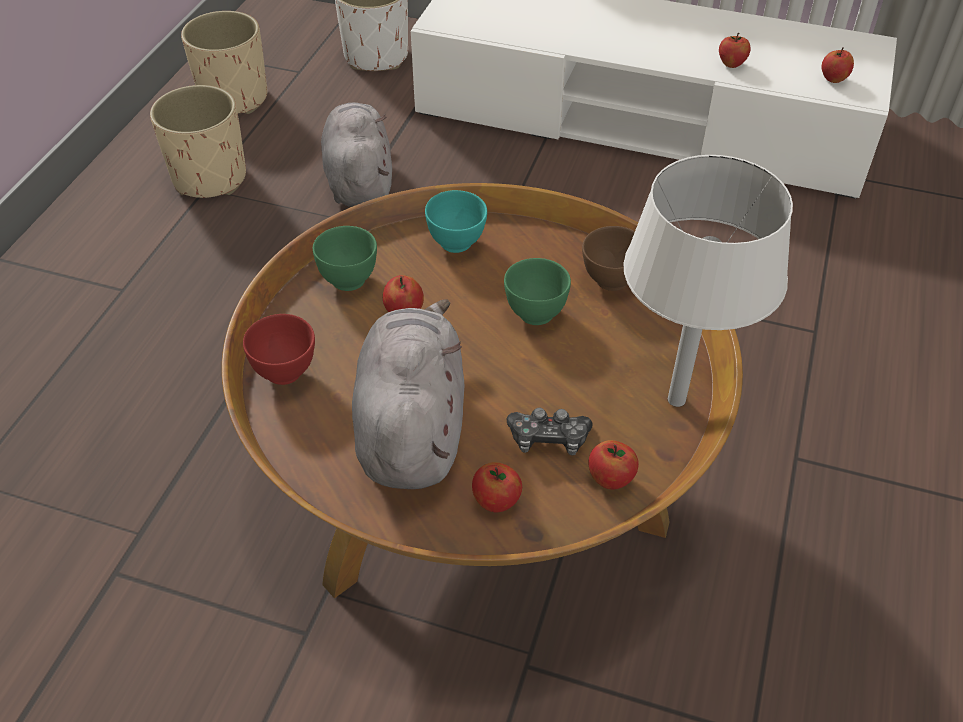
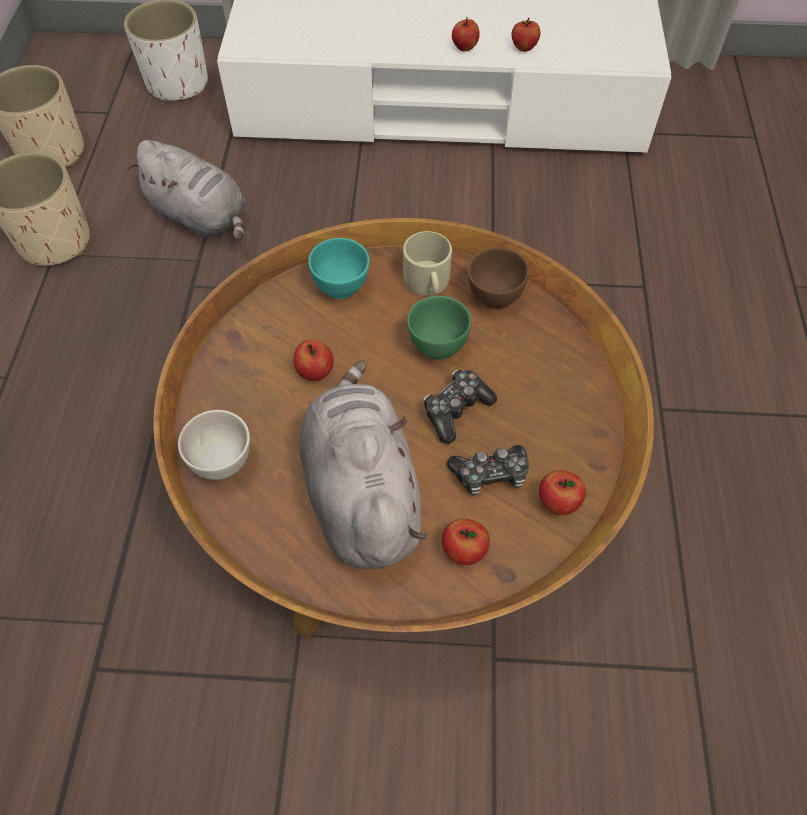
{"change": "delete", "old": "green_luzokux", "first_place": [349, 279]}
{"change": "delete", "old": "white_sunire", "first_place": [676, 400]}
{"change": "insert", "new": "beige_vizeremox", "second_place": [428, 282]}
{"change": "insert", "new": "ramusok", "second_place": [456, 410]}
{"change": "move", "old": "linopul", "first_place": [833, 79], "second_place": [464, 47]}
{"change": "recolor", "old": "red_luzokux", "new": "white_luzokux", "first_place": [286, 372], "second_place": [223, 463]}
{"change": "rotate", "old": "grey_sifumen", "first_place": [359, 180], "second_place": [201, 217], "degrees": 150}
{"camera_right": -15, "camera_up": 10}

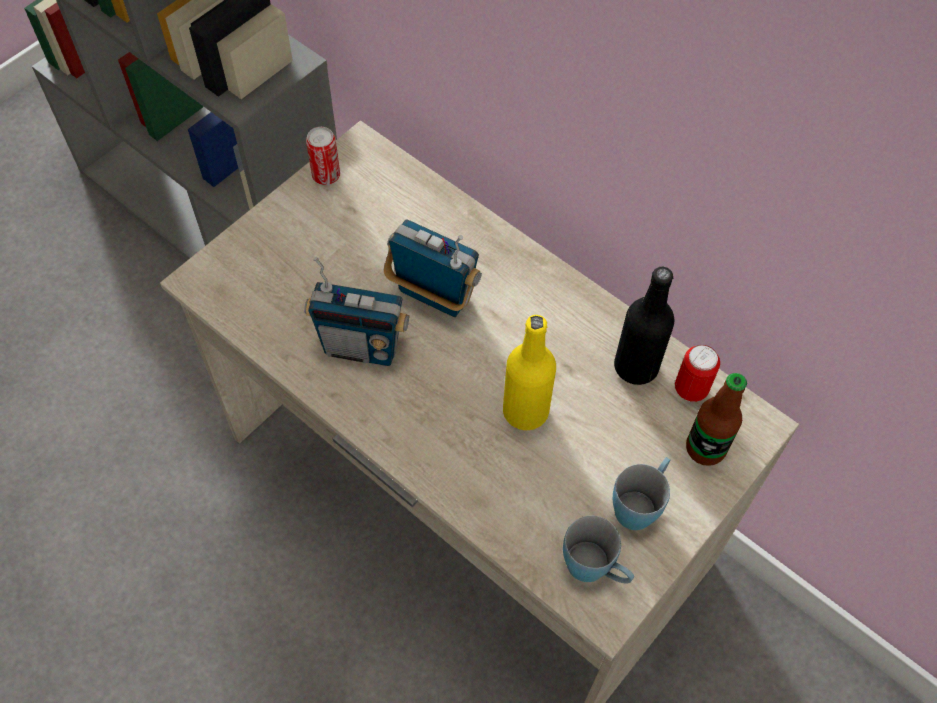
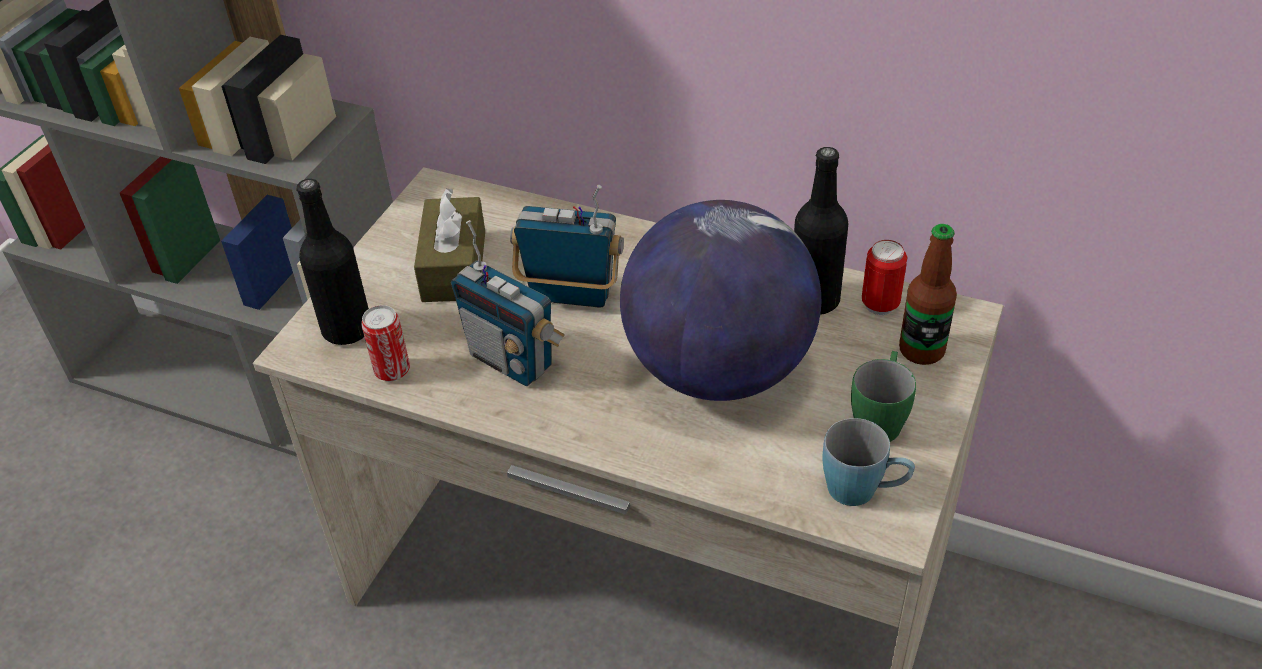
{"change": "insert", "new": "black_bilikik", "second_place": [347, 329]}
{"change": "insert", "new": "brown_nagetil", "second_place": [454, 266]}
{"change": "move", "old": "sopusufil", "first_place": [326, 176], "second_place": [392, 370]}
{"change": "replace", "old": "yellow_bilikik", "new": "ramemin", "first_place": [525, 411], "second_place": [718, 369]}
{"change": "recolor", "old": "blue_vizeremox", "new": "green_vizeremox", "first_place": [640, 503], "second_place": [880, 417]}
{"change": "rotate", "old": "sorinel", "first_place": [362, 347], "second_place": [512, 360], "degrees": 45}
{"camera_right": -15, "camera_up": -15}

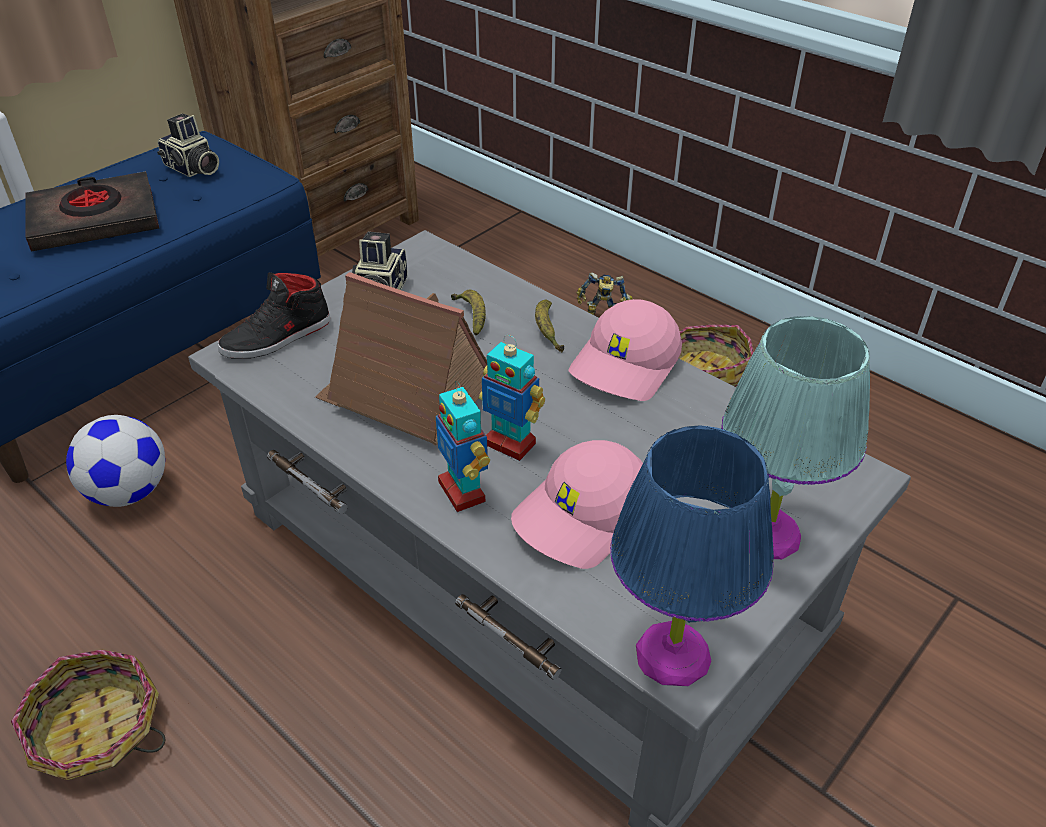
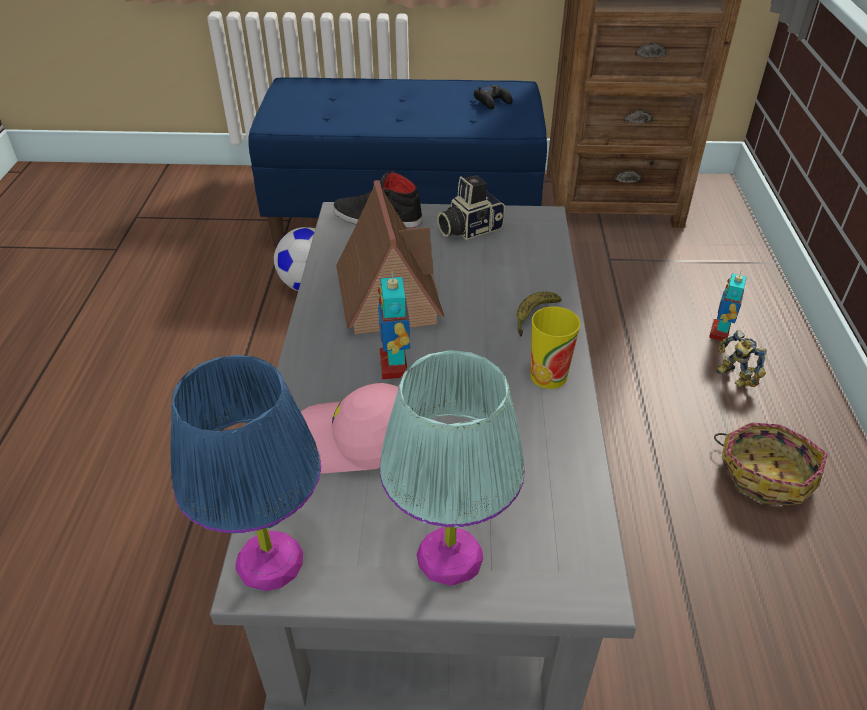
{"change": "delete", "old": "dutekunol", "first_place": [98, 731]}
{"change": "delete", "old": "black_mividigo", "first_place": [95, 220]}
{"change": "delete", "old": "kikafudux", "first_place": [471, 316]}
{"change": "move", "old": "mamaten", "first_place": [463, 491], "second_place": [720, 332]}
{"change": "replace", "old": "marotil", "new": "black_ramusok", "first_place": [192, 169], "second_place": [492, 101]}
{"change": "replace", "old": "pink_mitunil", "new": "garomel", "first_place": [626, 366], "second_place": [548, 376]}
{"camera_right": 50, "camera_up": 0}

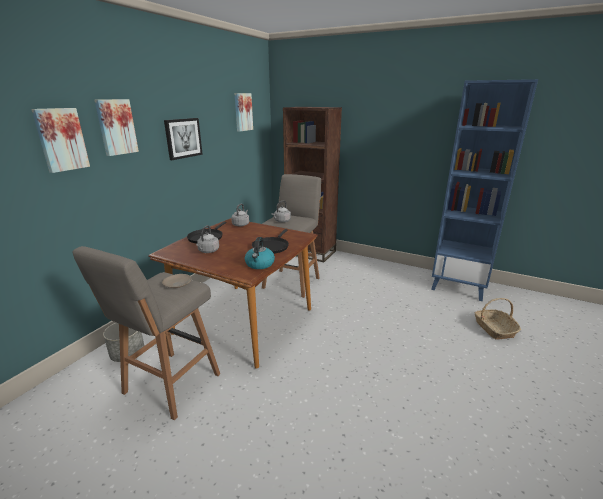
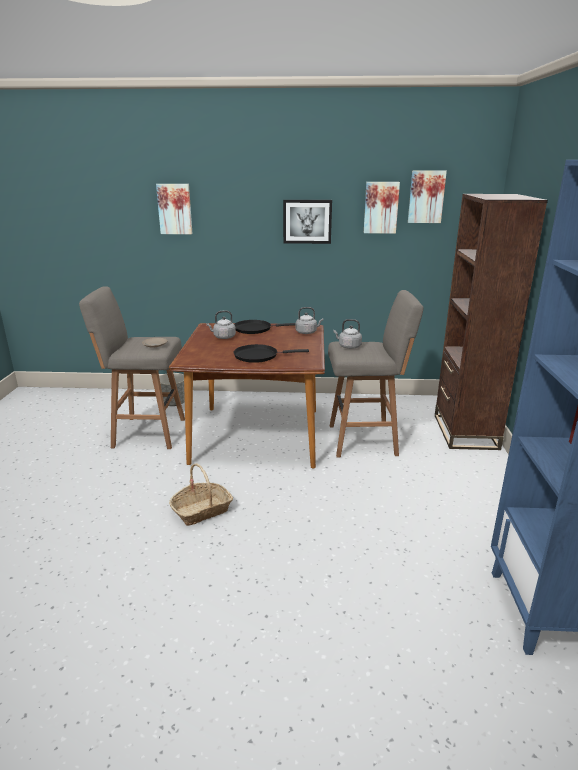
{"change": "delete", "old": "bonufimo", "first_place": [260, 264]}
{"change": "move", "old": "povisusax", "first_place": [116, 127], "second_place": [381, 207]}
{"change": "move", "old": "dutekunol", "first_place": [494, 328], "second_place": [202, 510]}
{"camera_right": 65, "camera_up": 0}

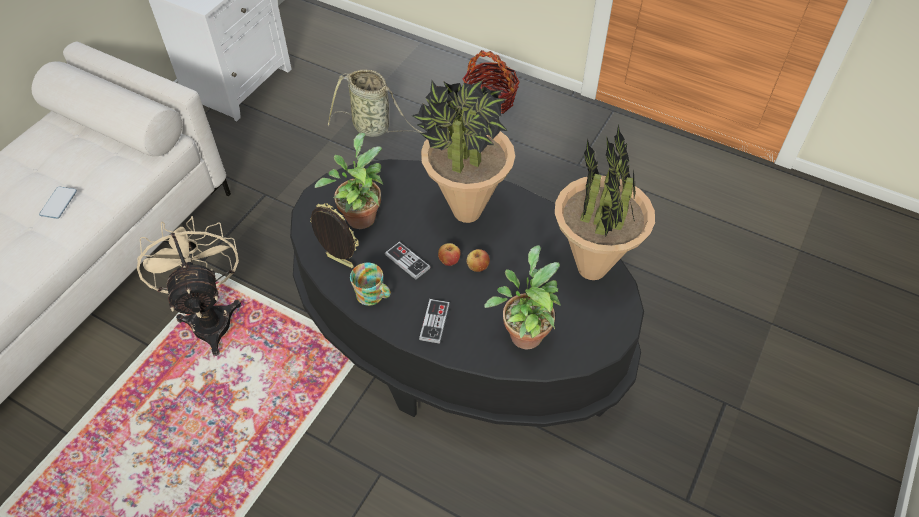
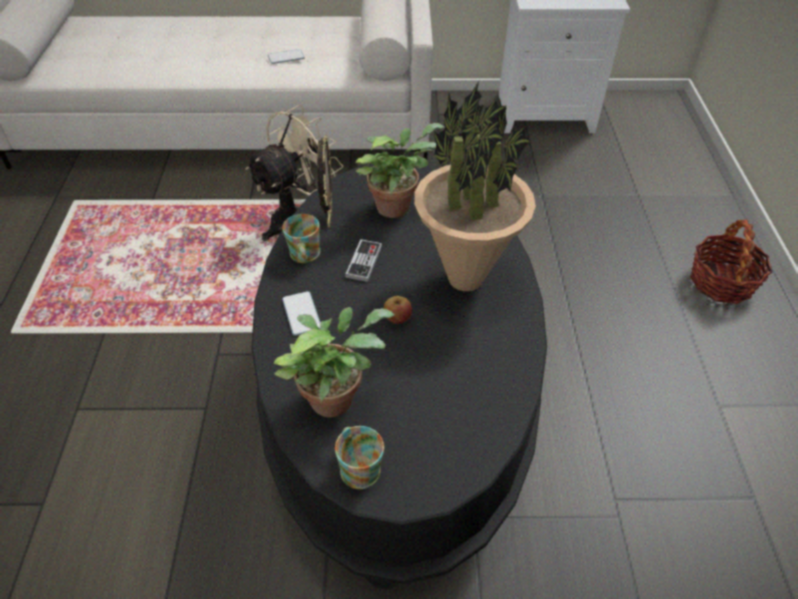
{"change": "delete", "old": "dutekunol", "first_place": [374, 128]}
{"change": "delete", "old": "linopul", "first_place": [449, 260]}
{"change": "delete", "old": "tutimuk", "first_place": [592, 269]}
{"change": "insert", "new": "vizeremox", "second_place": [358, 465]}
{"change": "replace", "old": "ramusok", "new": "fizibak", "first_place": [434, 322], "second_place": [301, 314]}
{"camera_right": 60, "camera_up": -5}

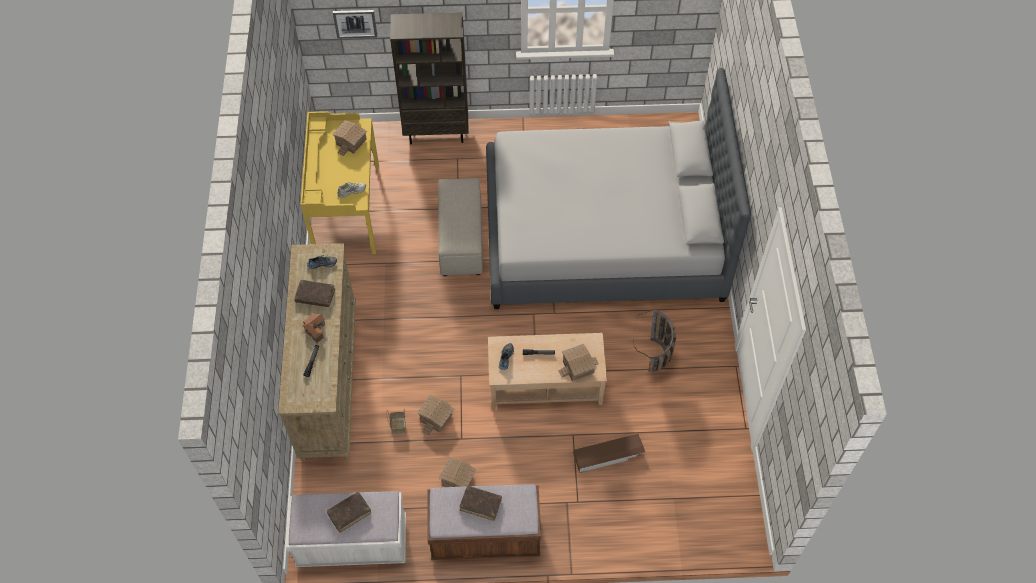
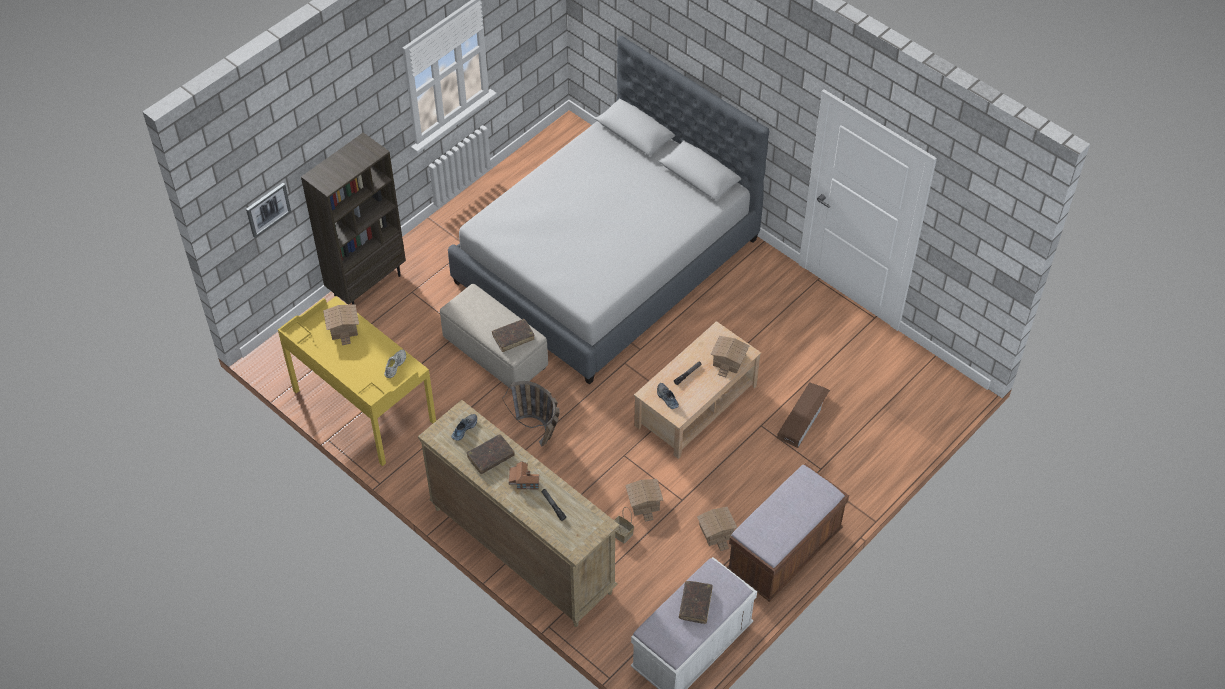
{"change": "move", "old": "brown_mividigo", "first_place": [480, 504], "second_place": [513, 337]}
{"change": "move", "old": "dutekunol", "first_place": [655, 363], "second_place": [540, 435]}
{"camera_right": -45, "camera_up": -5}

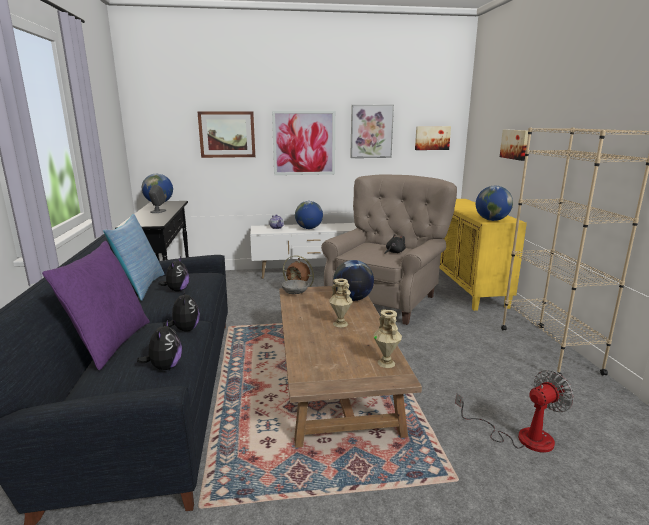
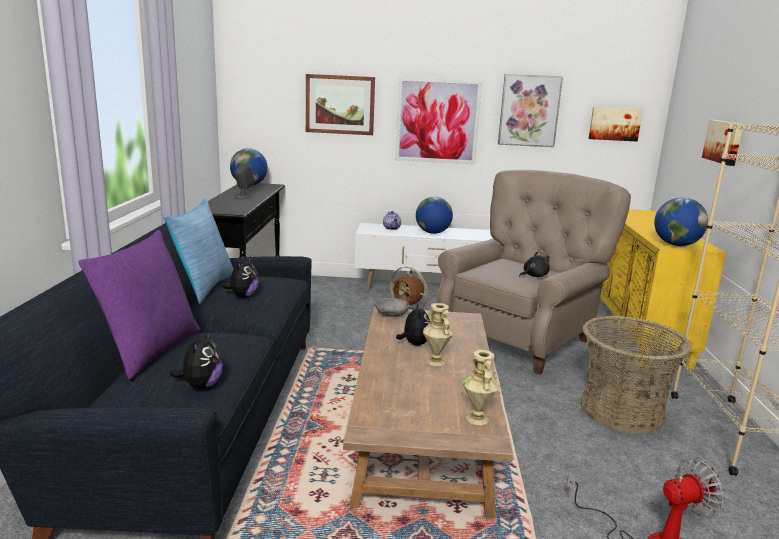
{"change": "delete", "old": "ramemin", "first_place": [353, 299]}
{"change": "insert", "new": "dutekunol", "second_place": [621, 411]}
{"change": "move", "old": "sifumen", "first_place": [185, 330], "second_place": [414, 344]}
{"camera_right": 10, "camera_up": 0}

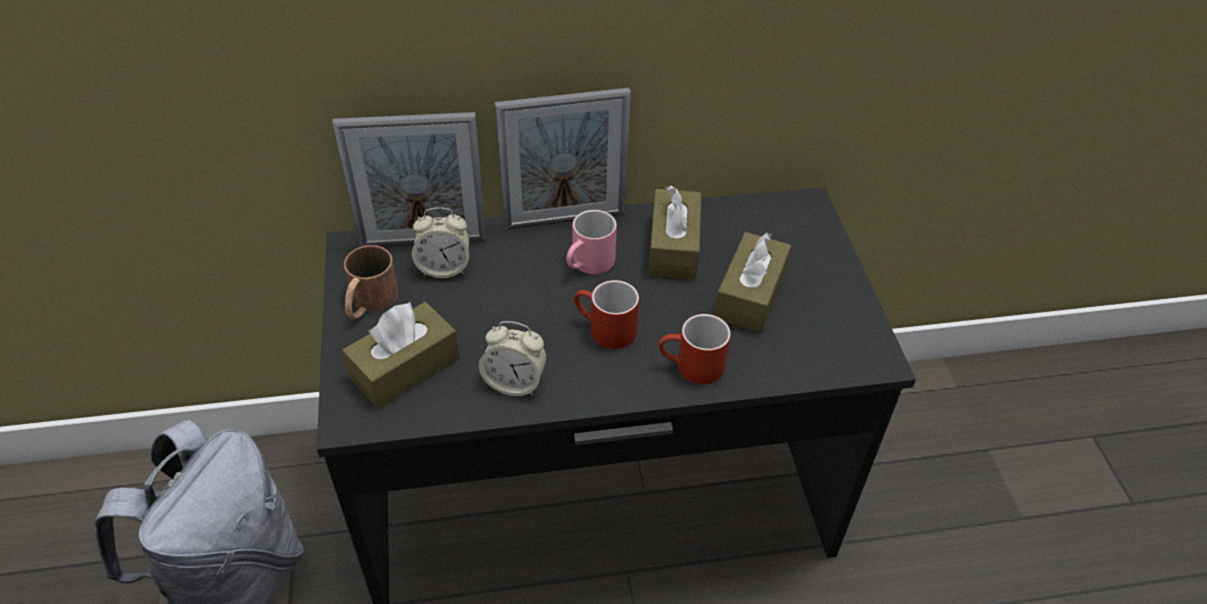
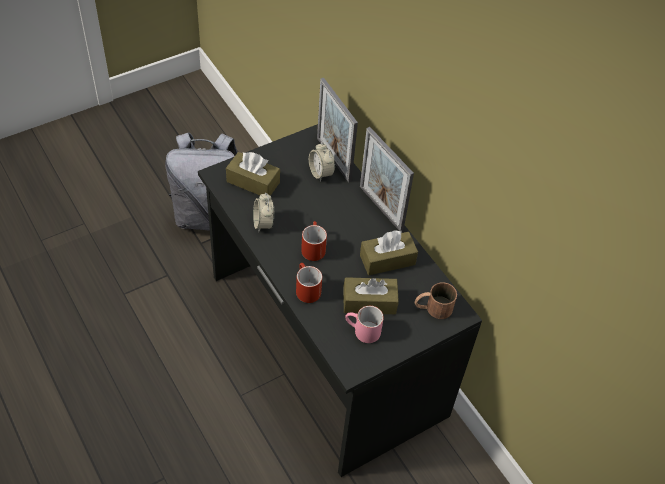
{"change": "move", "old": "brown_vizeremox", "first_place": [369, 302], "second_place": [433, 308]}
{"change": "move", "old": "pink_vizeremox", "first_place": [589, 265], "second_place": [362, 331]}
{"camera_right": 65, "camera_up": 5}

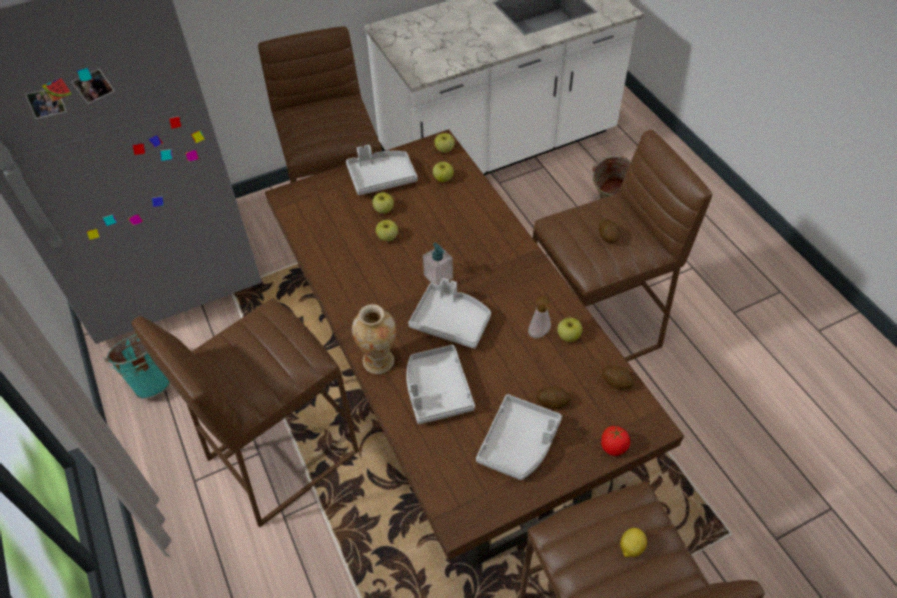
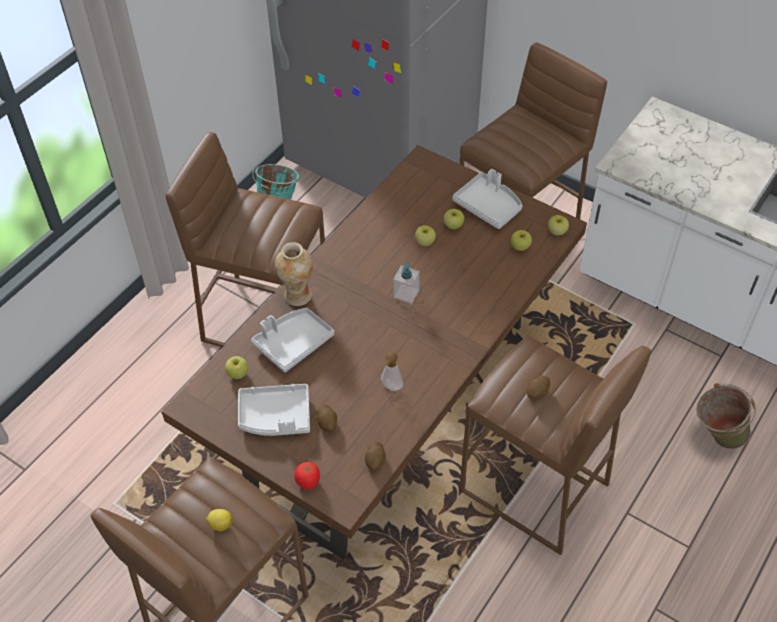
{"change": "delete", "old": "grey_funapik", "first_place": [451, 321]}
{"change": "move", "old": "linopul", "first_place": [568, 336], "second_place": [238, 373]}
{"camera_right": 60, "camera_up": 0}

